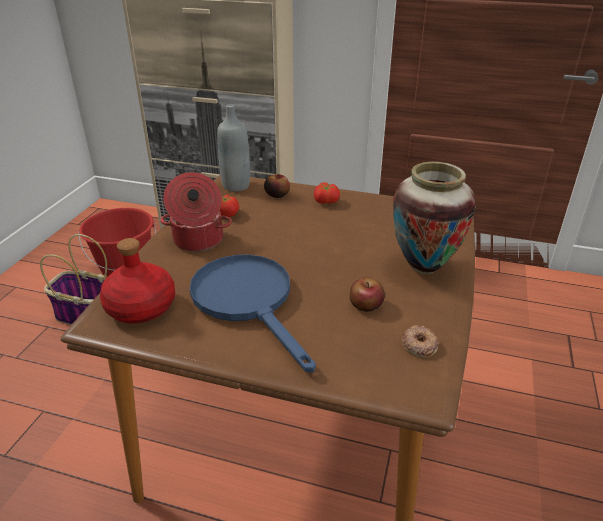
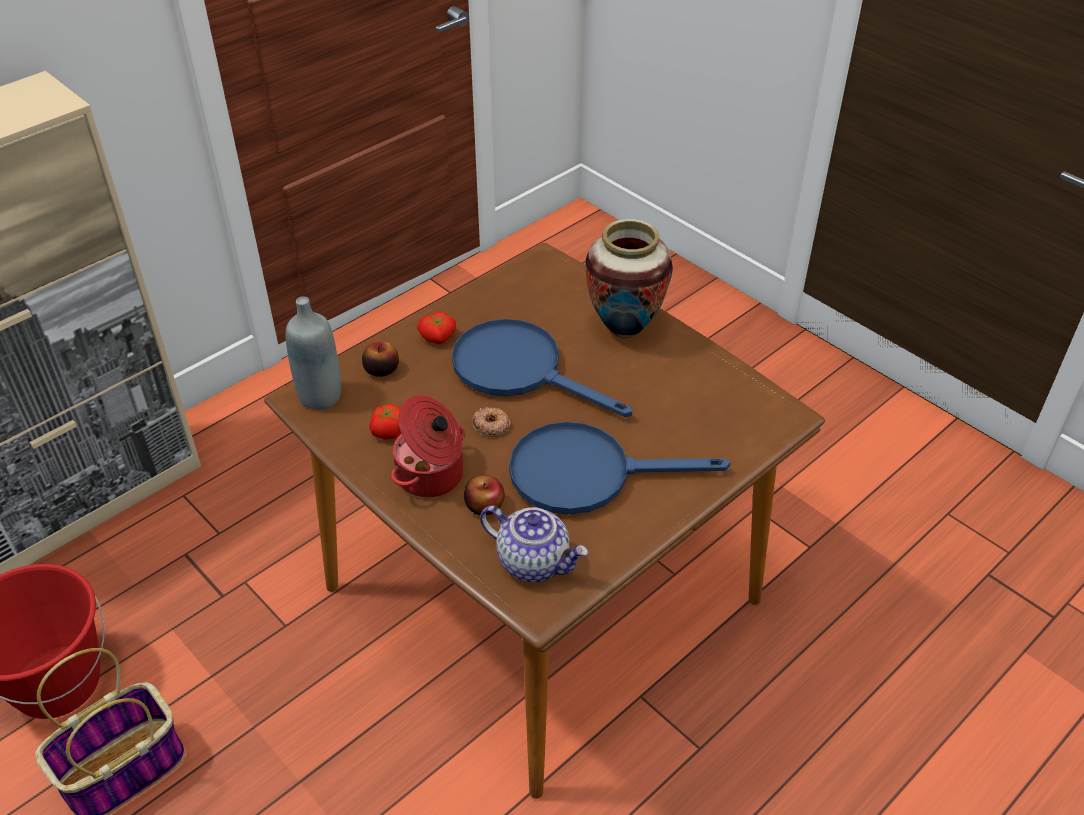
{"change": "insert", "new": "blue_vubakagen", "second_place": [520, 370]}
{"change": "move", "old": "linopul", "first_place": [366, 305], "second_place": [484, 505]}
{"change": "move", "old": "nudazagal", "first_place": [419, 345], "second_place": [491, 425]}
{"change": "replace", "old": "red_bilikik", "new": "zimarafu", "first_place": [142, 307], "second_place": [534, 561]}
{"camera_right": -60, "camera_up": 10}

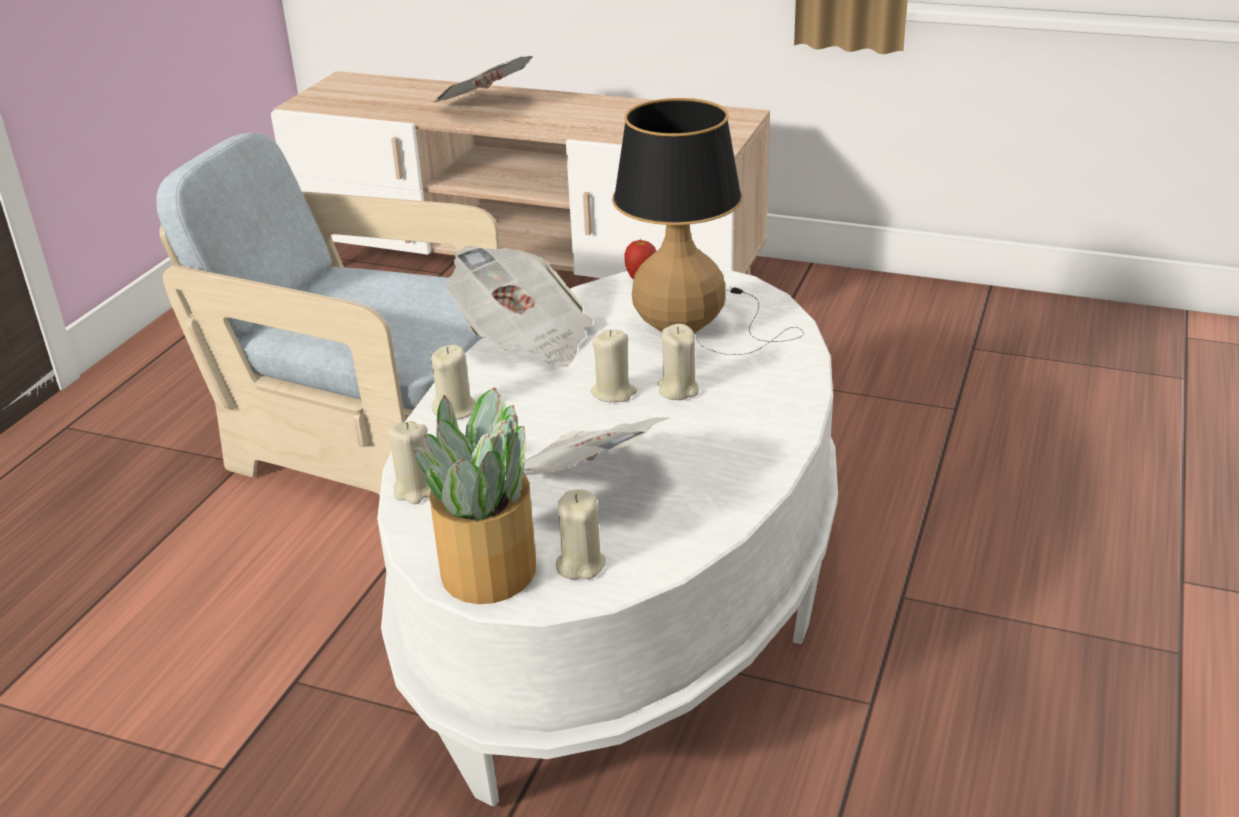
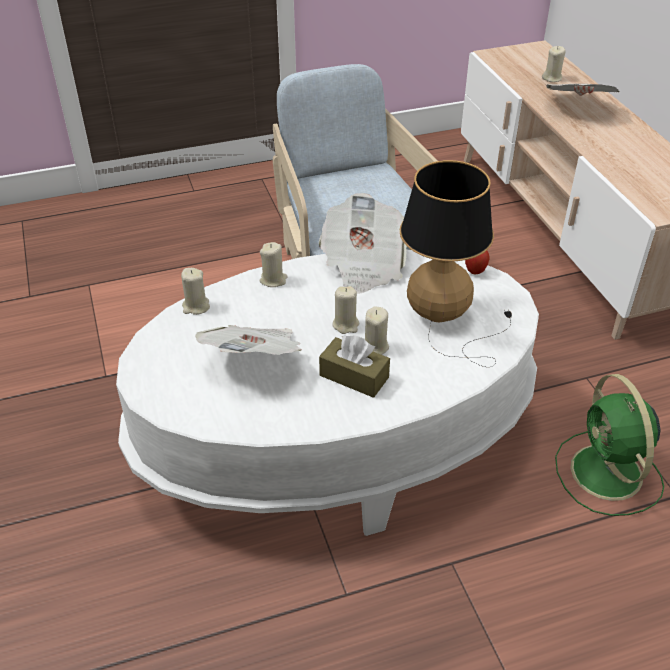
{"change": "delete", "old": "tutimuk", "first_place": [490, 567]}
{"change": "insert", "new": "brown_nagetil", "second_place": [354, 376]}
{"change": "insert", "new": "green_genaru", "second_place": [607, 475]}
{"change": "move", "old": "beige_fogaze", "first_place": [580, 564], "second_place": [552, 78]}
{"camera_right": 50, "camera_up": 10}

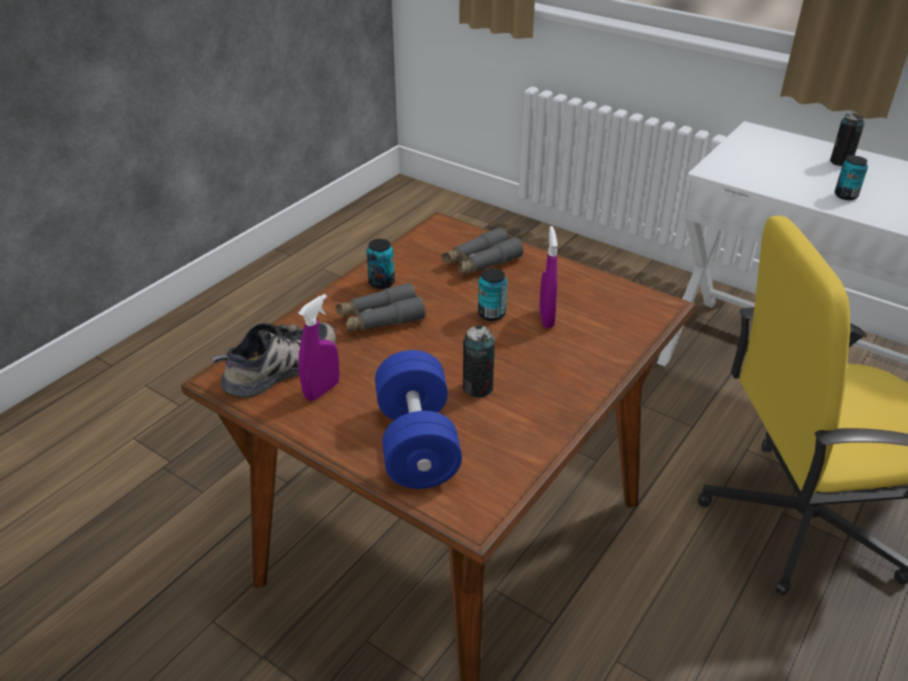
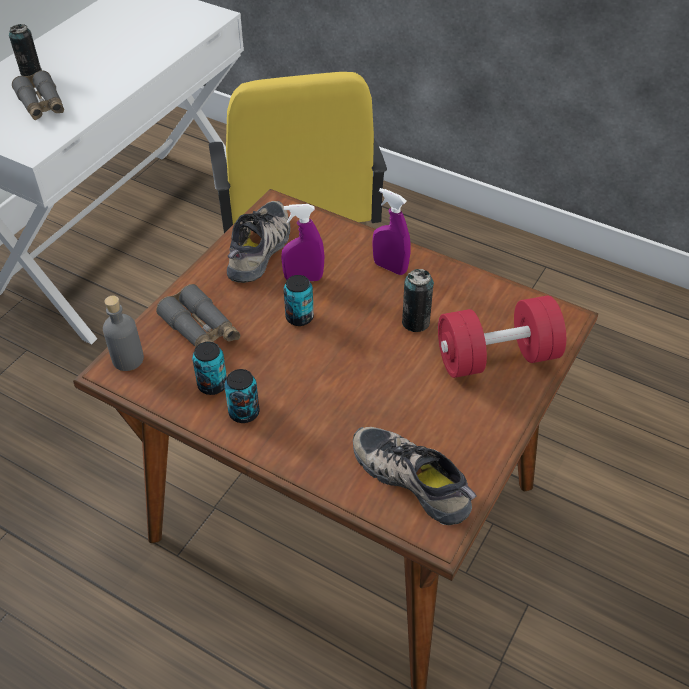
{"change": "insert", "new": "grey_bilikik", "second_place": [128, 359]}
{"change": "insert", "new": "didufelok", "second_place": [261, 249]}
{"change": "move", "old": "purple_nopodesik", "first_place": [322, 390], "second_place": [390, 267]}
{"change": "move", "old": "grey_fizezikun", "first_place": [380, 318], "second_place": [41, 105]}
{"change": "move", "old": "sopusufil", "first_place": [845, 195], "second_place": [212, 385]}
{"change": "recolor", "old": "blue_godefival", "new": "red_godefival", "first_place": [417, 443], "second_place": [496, 357]}
{"camera_right": -95, "camera_up": 10}

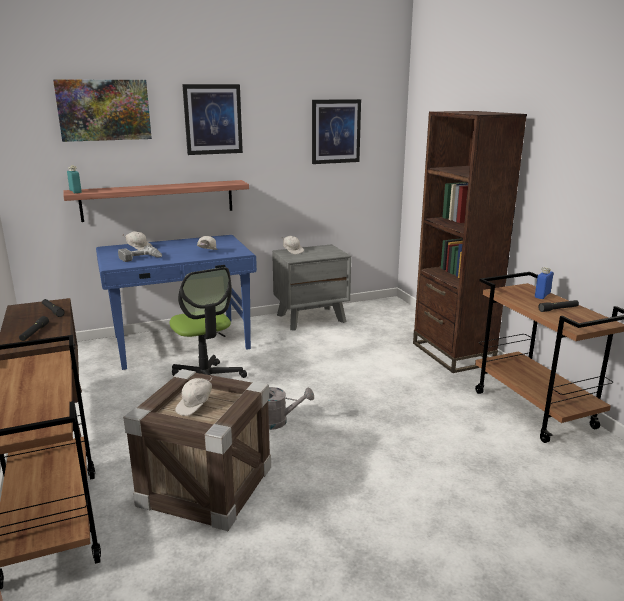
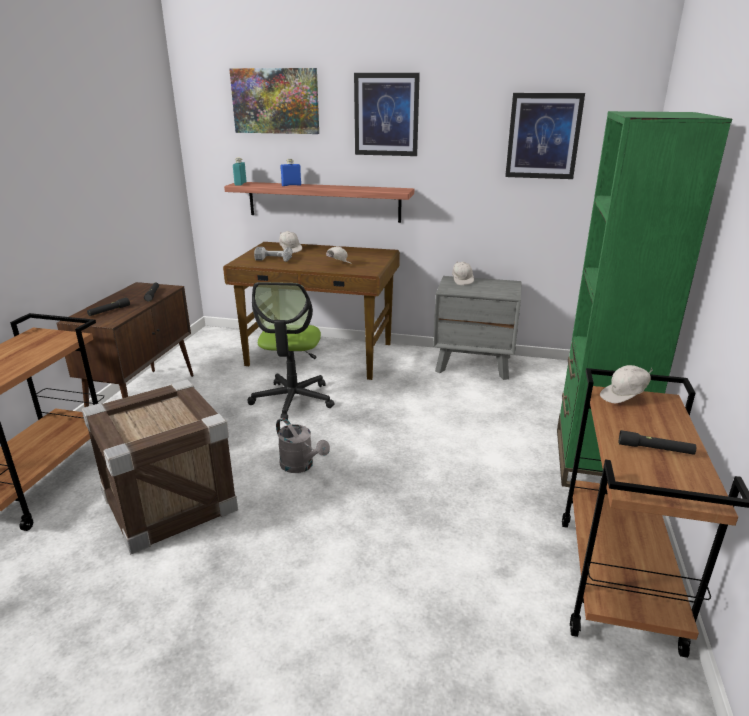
{"change": "move", "old": "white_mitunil", "first_place": [196, 406], "second_place": [624, 397]}
{"change": "move", "old": "blue_bilikik", "first_place": [542, 295], "second_place": [291, 185]}
{"change": "recolor", "old": "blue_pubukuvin", "new": "brown_pubukuvin", "first_place": [182, 343], "second_place": [320, 355]}
{"change": "recolor", "old": "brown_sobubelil", "new": "green_sobubelil", "first_place": [452, 353], "second_place": [594, 461]}
{"camera_right": 35, "camera_up": 5}

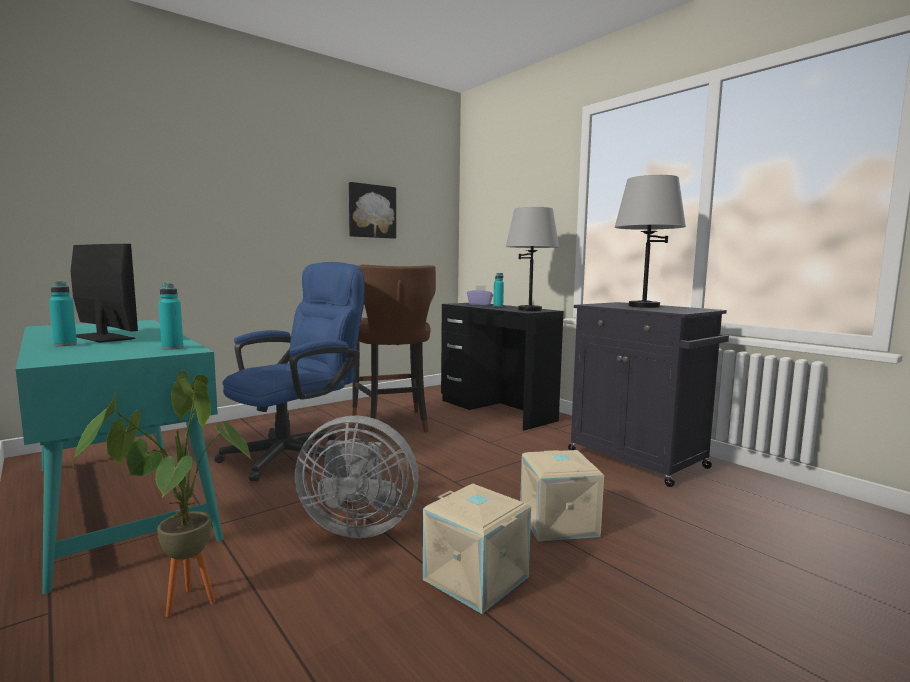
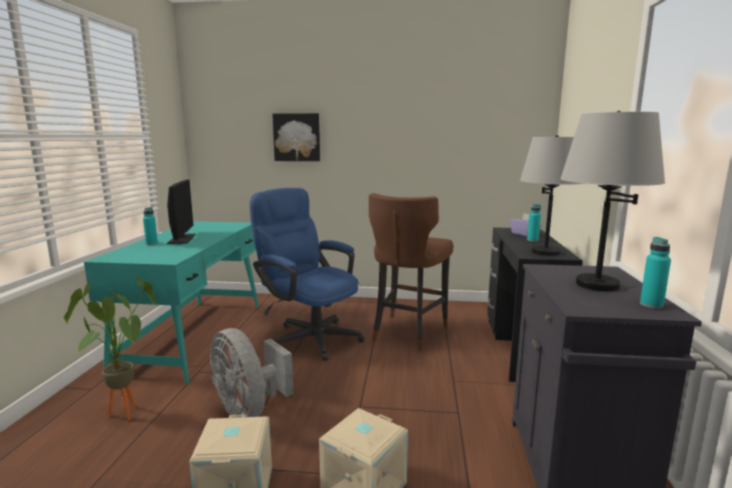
{"change": "move", "old": "turquoise_bilikik", "first_place": [172, 348], "second_place": [651, 305]}
{"change": "move", "old": "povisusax", "first_place": [371, 211], "second_place": [297, 137]}
{"change": "rotate", "old": "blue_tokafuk", "first_place": [296, 453], "second_place": [310, 336], "degrees": -135}
{"camera_right": 45, "camera_up": 5}

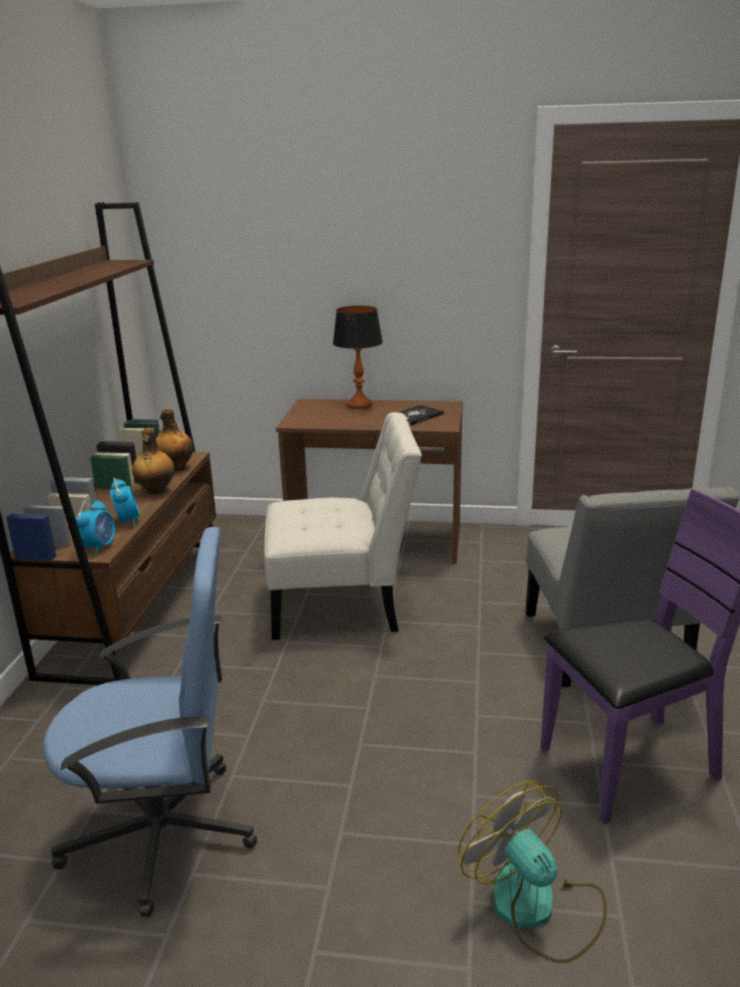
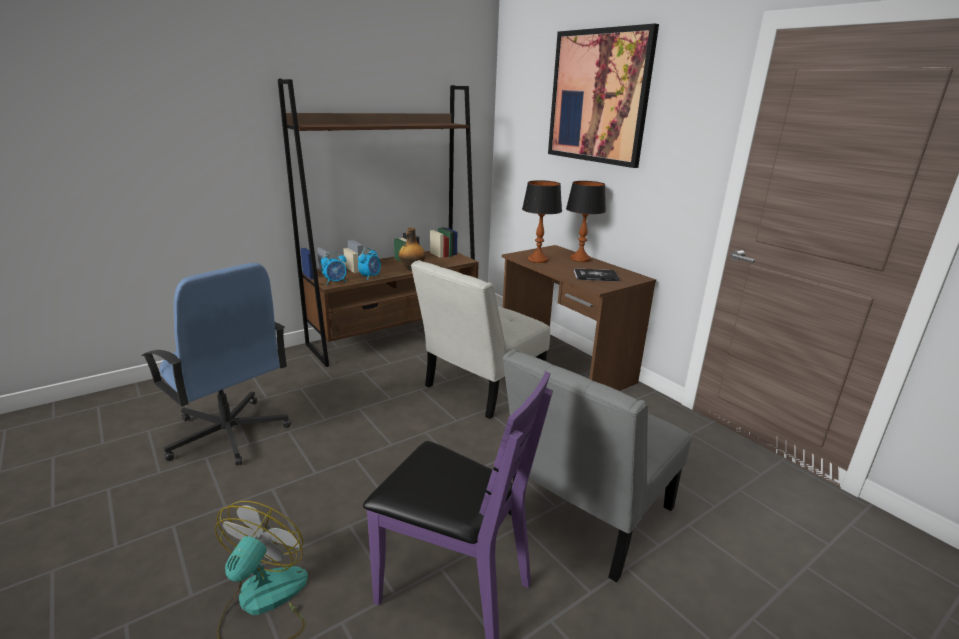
{"change": "delete", "old": "bilikik", "first_place": [176, 468]}
{"change": "insert", "new": "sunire", "second_place": [538, 259]}
{"change": "insert", "new": "povisusax", "second_place": [598, 97]}
{"change": "rotate", "old": "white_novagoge", "first_place": [343, 604], "second_place": [480, 388], "degrees": 90}
{"camera_right": 45, "camera_up": 0}

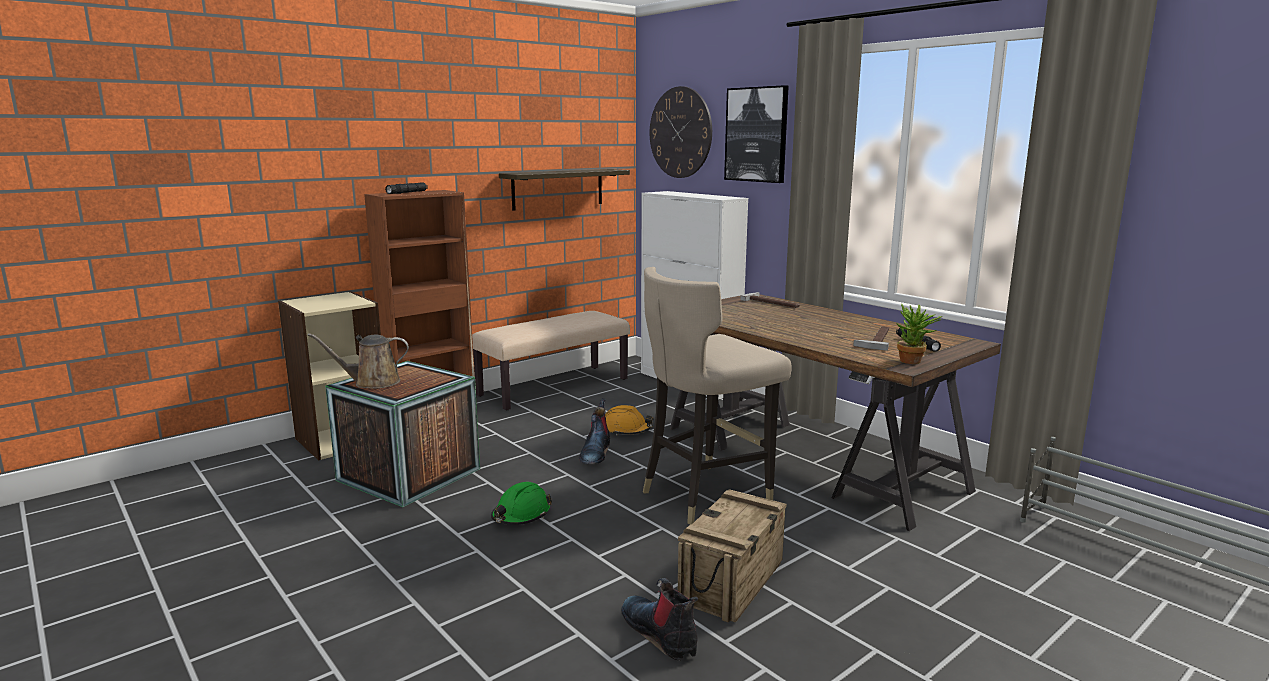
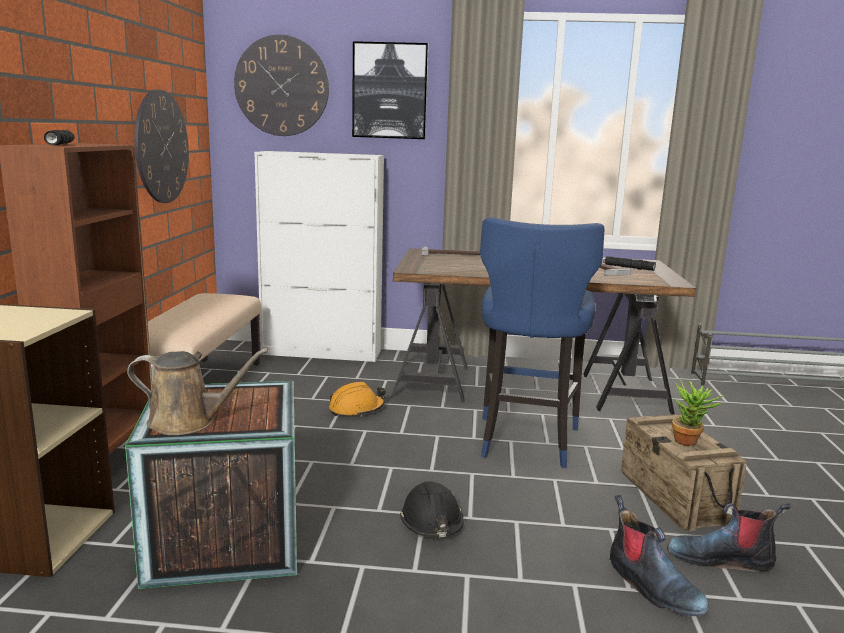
{"change": "move", "old": "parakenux", "first_place": [595, 453], "second_place": [652, 587]}
{"change": "move", "old": "tutimuk", "first_place": [914, 362], "second_place": [690, 441]}
{"change": "replace", "old": "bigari", "new": "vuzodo", "first_place": [558, 189], "second_place": [161, 147]}
{"change": "recolor", "old": "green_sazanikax", "new": "black_sazanikax", "first_place": [521, 515], "second_place": [432, 522]}
{"change": "recolor", "old": "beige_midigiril", "new": "blue_midigiril", "first_place": [705, 494], "second_place": [526, 440]}
{"change": "rotate", "old": "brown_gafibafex", "first_place": [372, 383], "second_place": [188, 422], "degrees": -120}
{"camera_right": -45, "camera_up": 0}

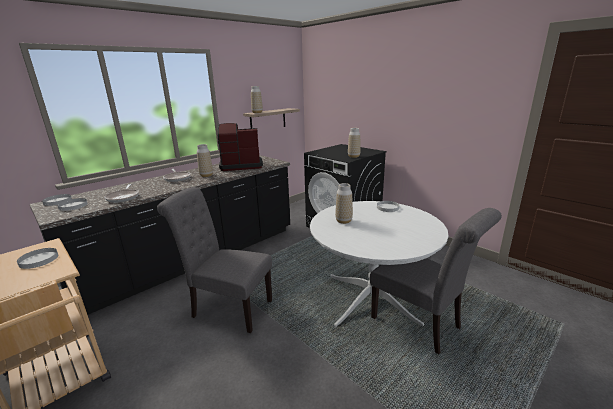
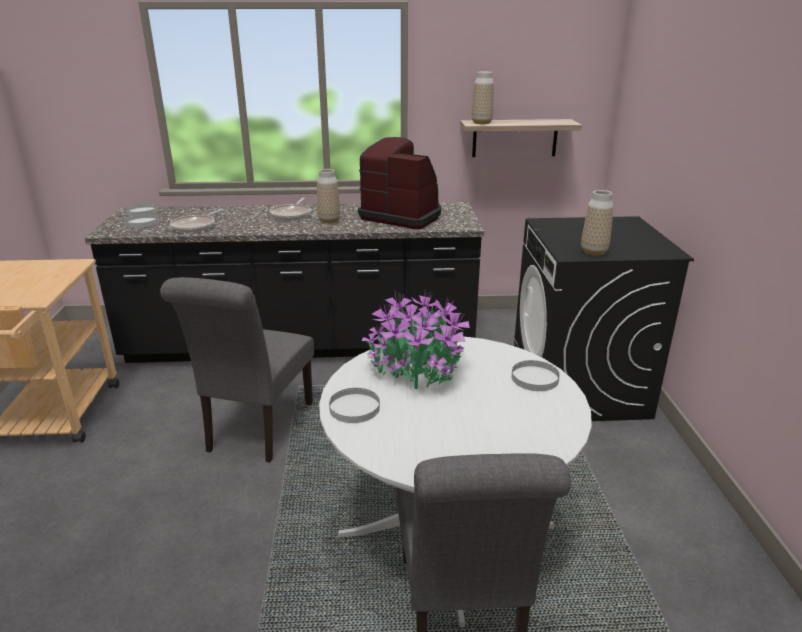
{"change": "move", "old": "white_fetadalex", "first_place": [39, 259], "second_place": [355, 408]}
{"change": "replace", "old": "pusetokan", "new": "tutimuk", "first_place": [343, 221], "second_place": [416, 369]}
{"change": "rotate", "old": "grey_novagoge", "first_place": [227, 308], "second_place": [257, 430], "degrees": -135}
{"camera_right": 40, "camera_up": 5}

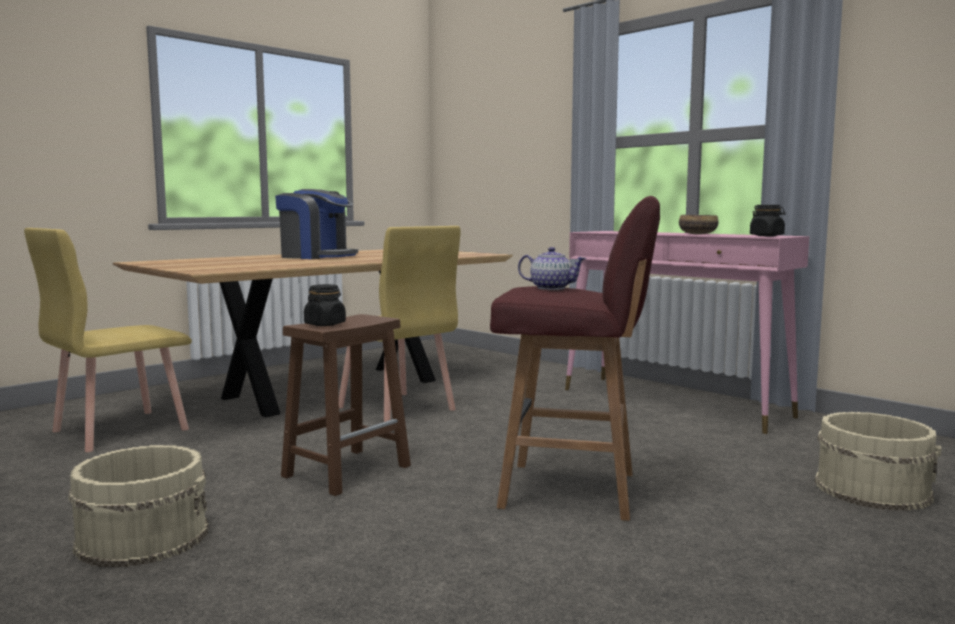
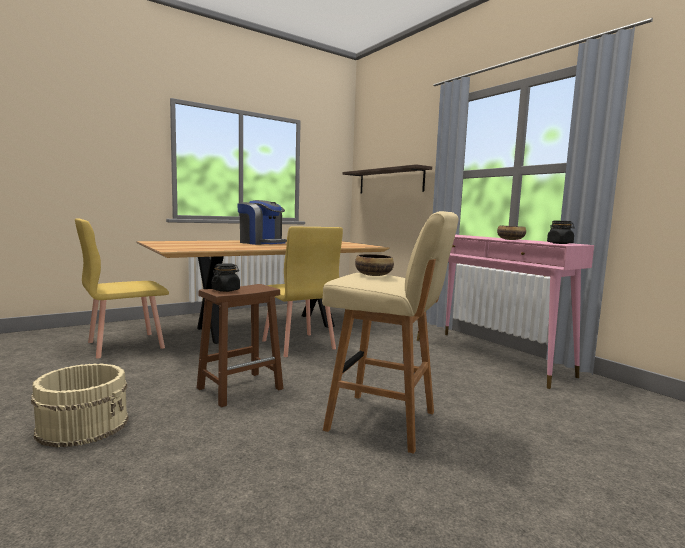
{"change": "delete", "old": "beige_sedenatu", "first_place": [872, 489]}
{"change": "insert", "new": "bigari", "second_place": [390, 181]}
{"change": "replace", "old": "zimarafu", "new": "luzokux", "first_place": [550, 288], "second_place": [373, 275]}
{"change": "recolor", "old": "red_midigiril", "new": "beige_midigiril", "first_place": [573, 490], "second_place": [384, 422]}
{"camera_right": 10, "camera_up": 0}

